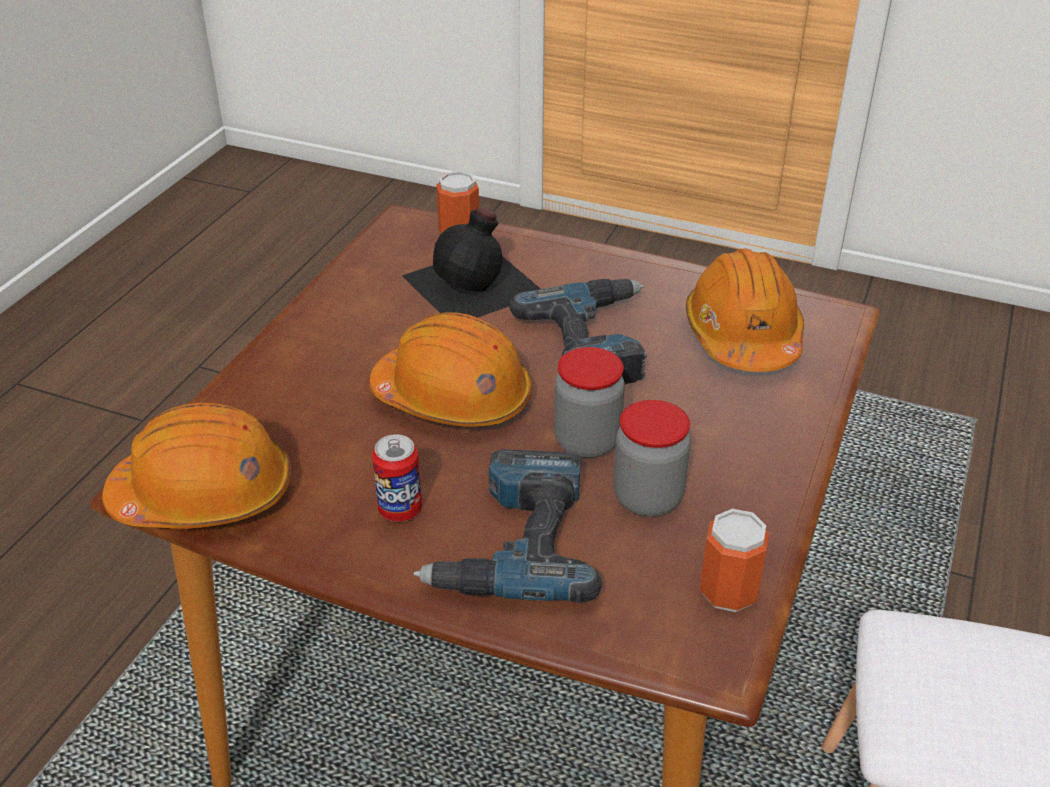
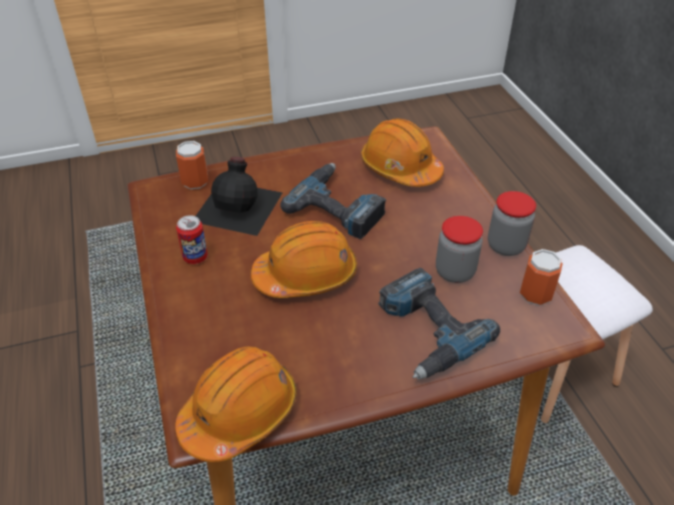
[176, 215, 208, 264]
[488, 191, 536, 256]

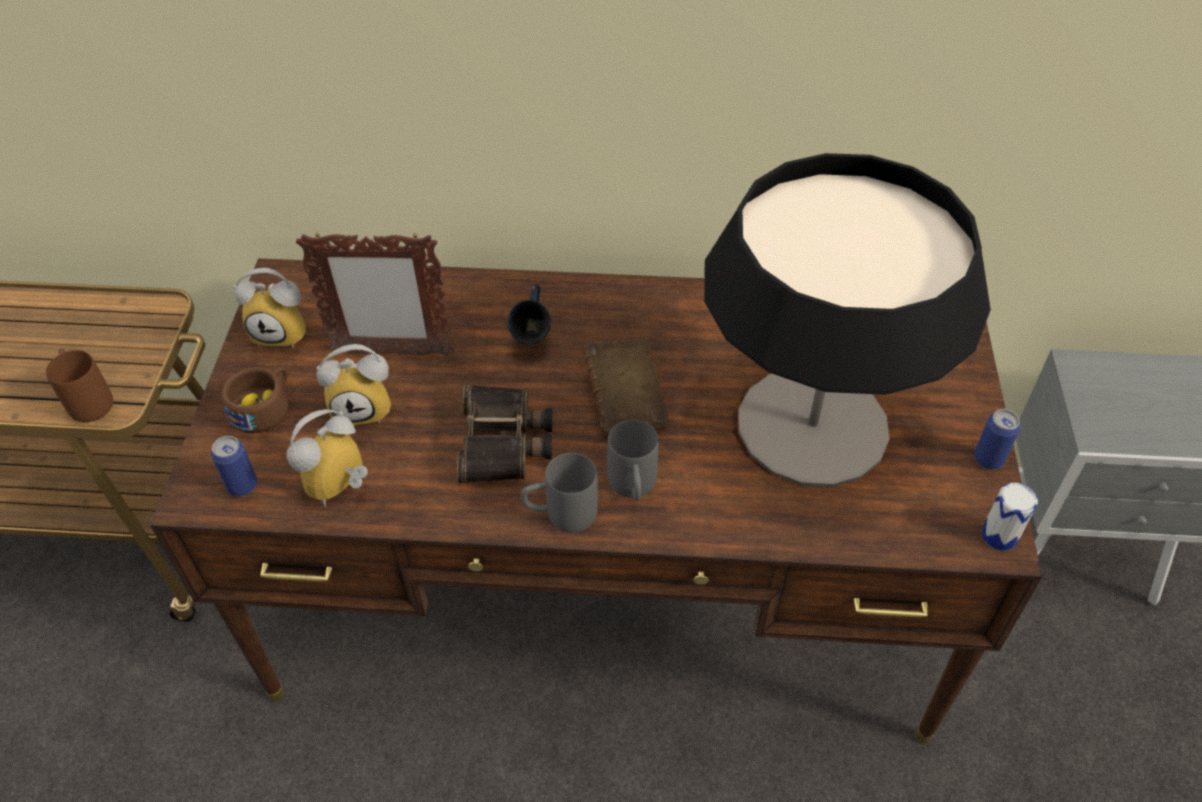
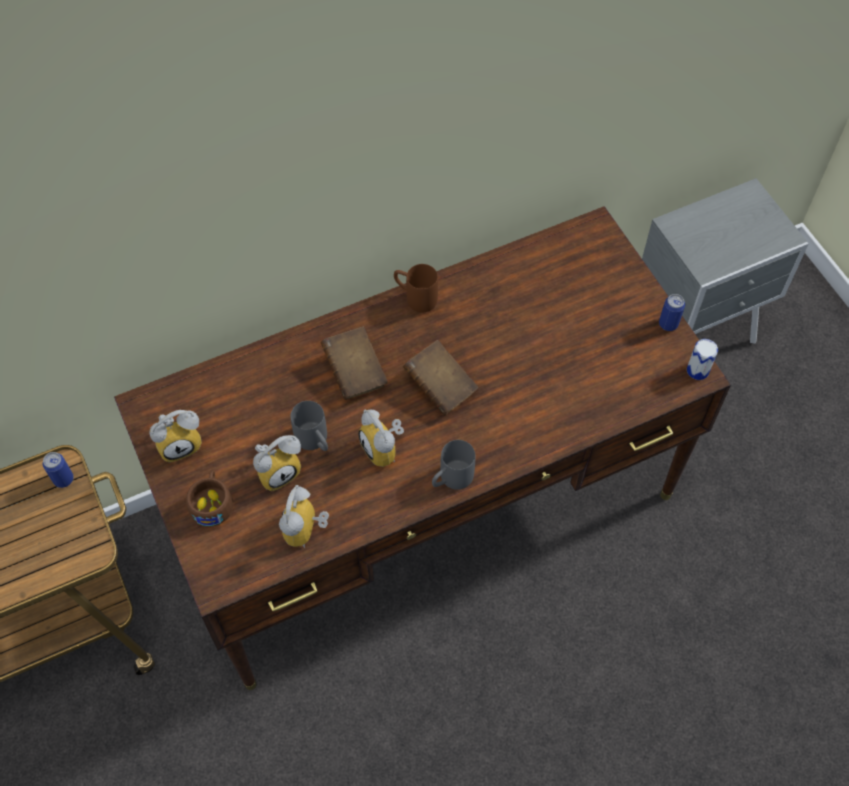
[43, 452, 74, 488]
[291, 401, 328, 451]
[321, 327, 388, 400]
[358, 410, 404, 467]
[394, 264, 438, 313]
[296, 232, 454, 356] (first image)
[704, 153, 991, 487] (first image)

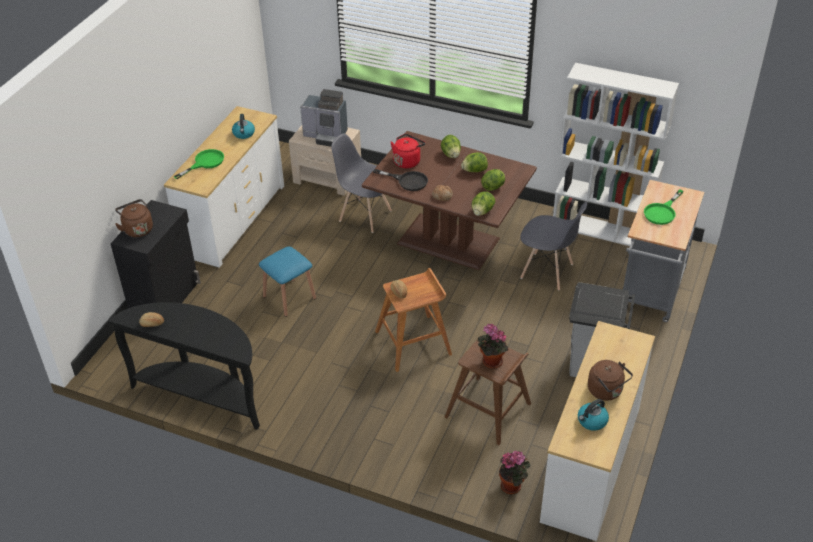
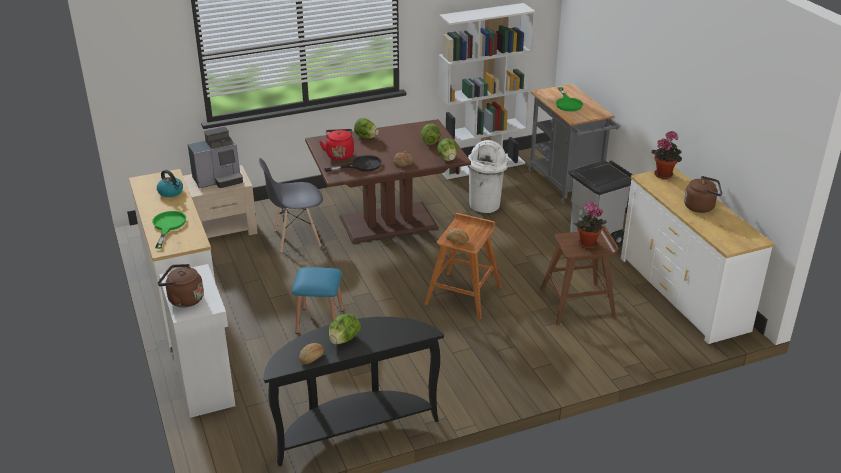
[159, 264, 235, 418]
[329, 313, 361, 344]
[468, 140, 508, 213]
[652, 131, 682, 179]
[578, 399, 609, 431] (first image)

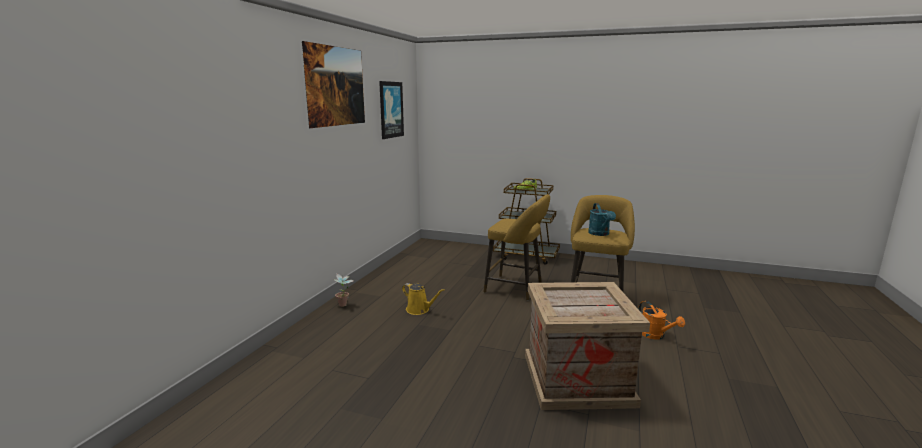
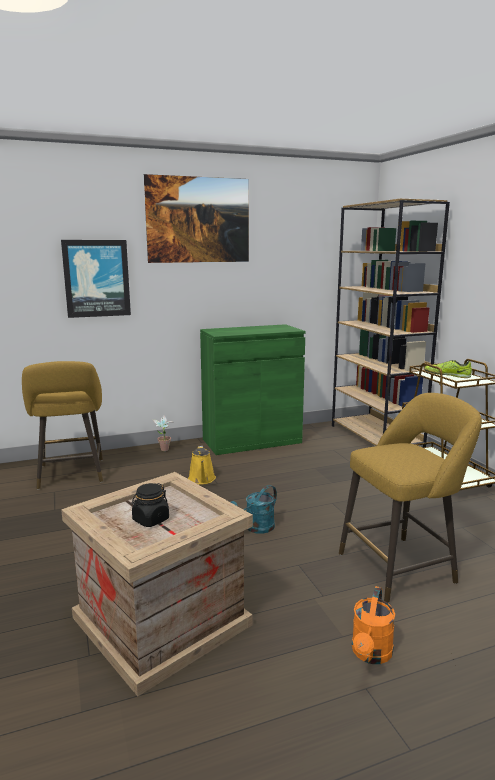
[22, 361, 103, 490]
[61, 240, 131, 318]
[132, 483, 169, 527]
[200, 324, 306, 455]
[231, 485, 277, 534]
[332, 198, 450, 448]

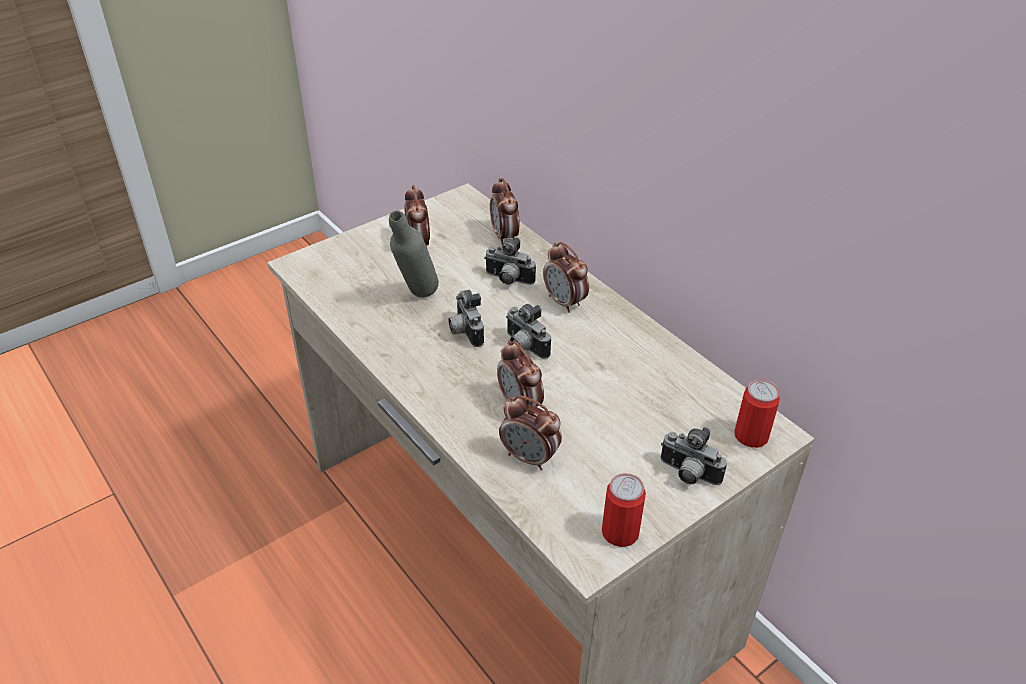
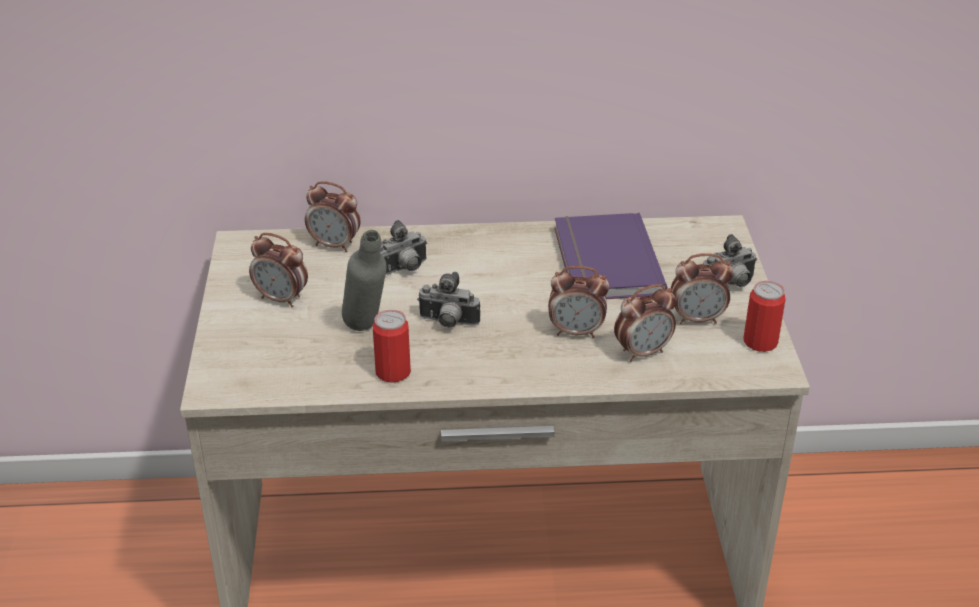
[373, 310, 411, 383]
[554, 213, 668, 299]
[671, 253, 733, 324]
[506, 304, 551, 359] (first image)

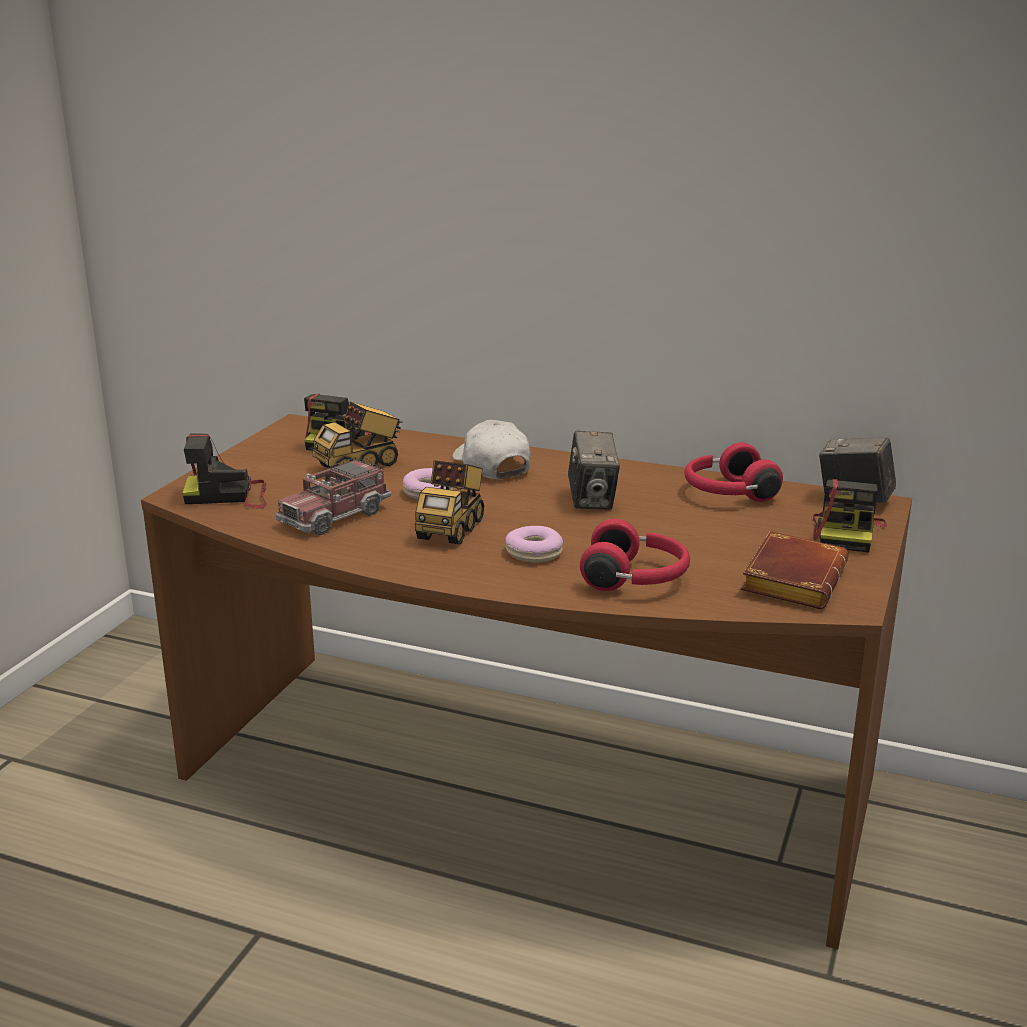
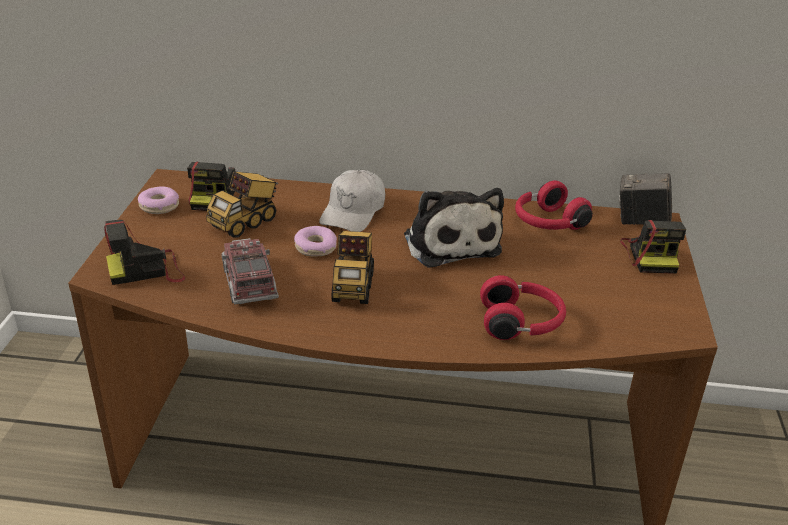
[138, 187, 179, 214]
[221, 238, 279, 304]
[319, 170, 385, 232]
[404, 188, 504, 268]
[741, 531, 848, 609] (first image)

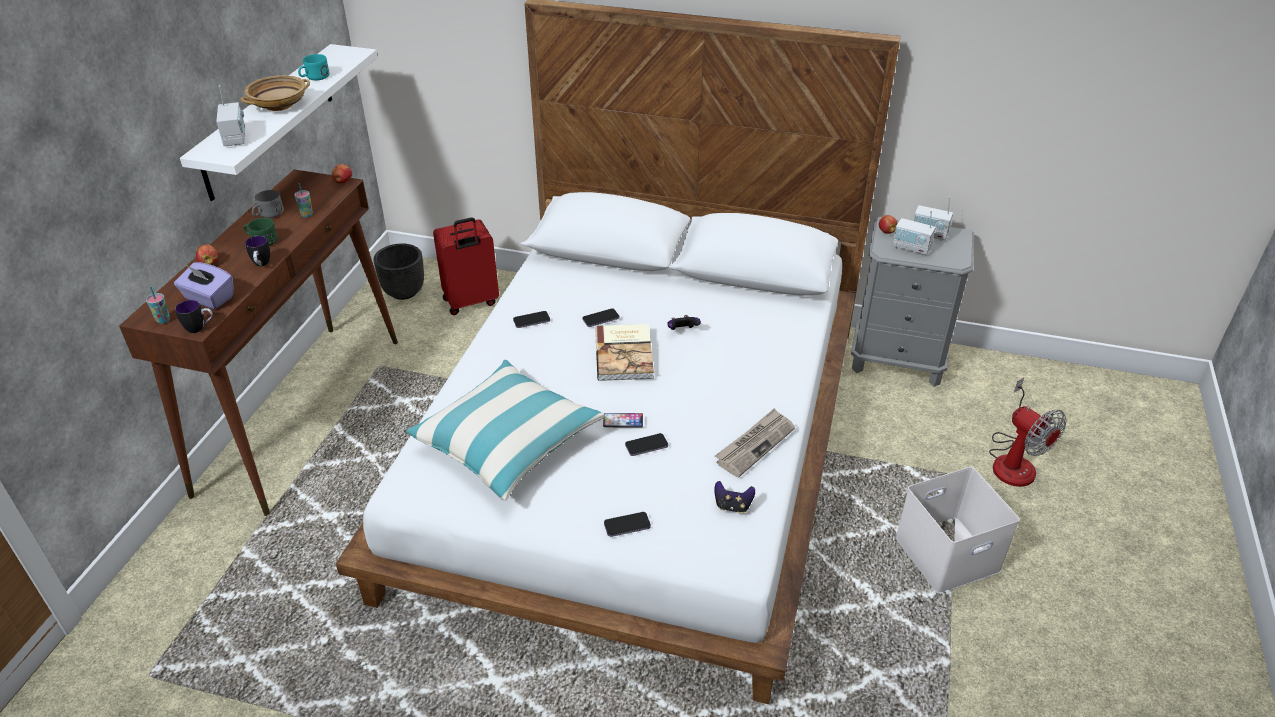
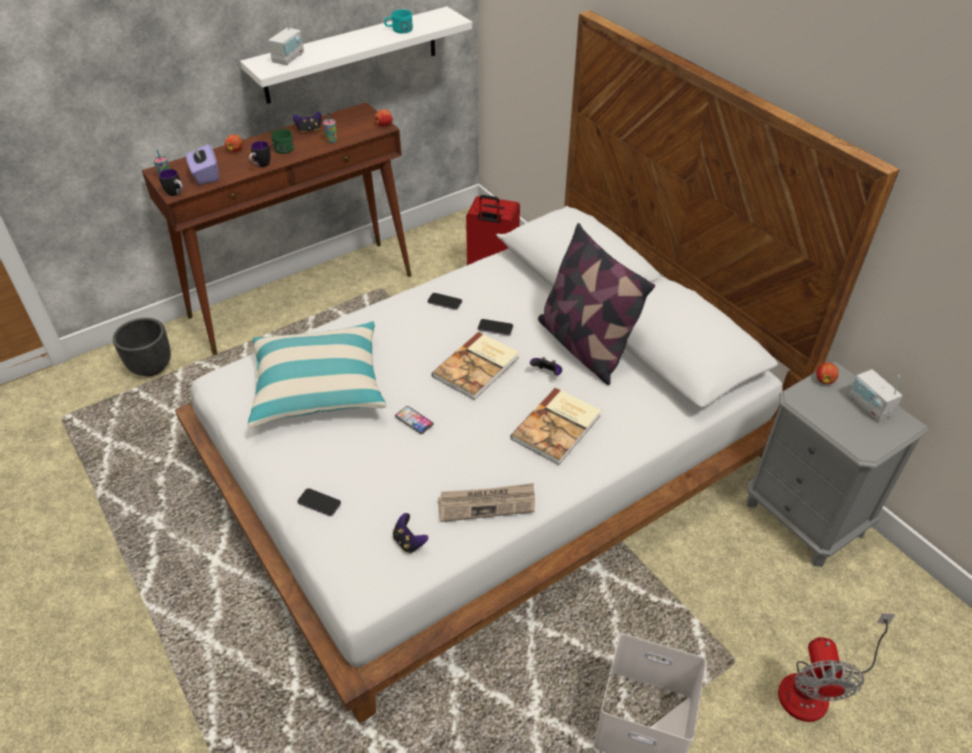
[113, 318, 171, 376]
[293, 112, 322, 133]
[510, 388, 601, 465]
[538, 223, 655, 385]
[241, 75, 310, 111] (first image)
[625, 433, 668, 456] (first image)
[892, 211, 936, 255] (first image)

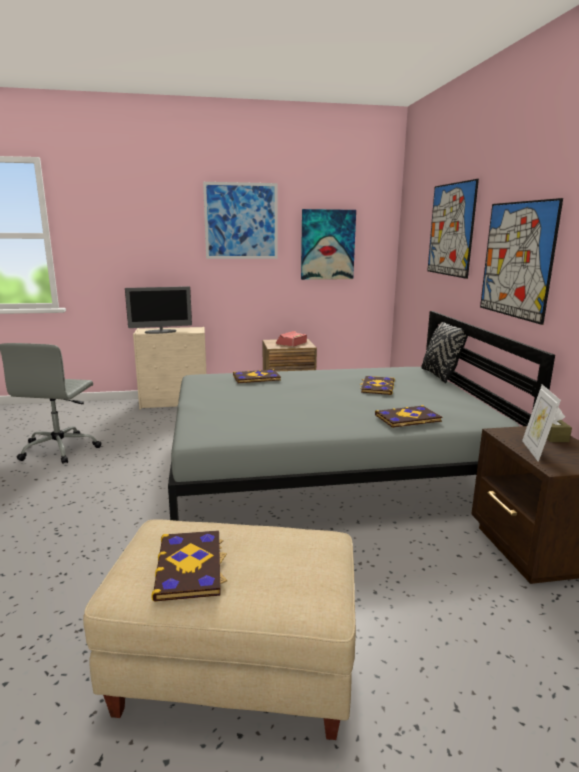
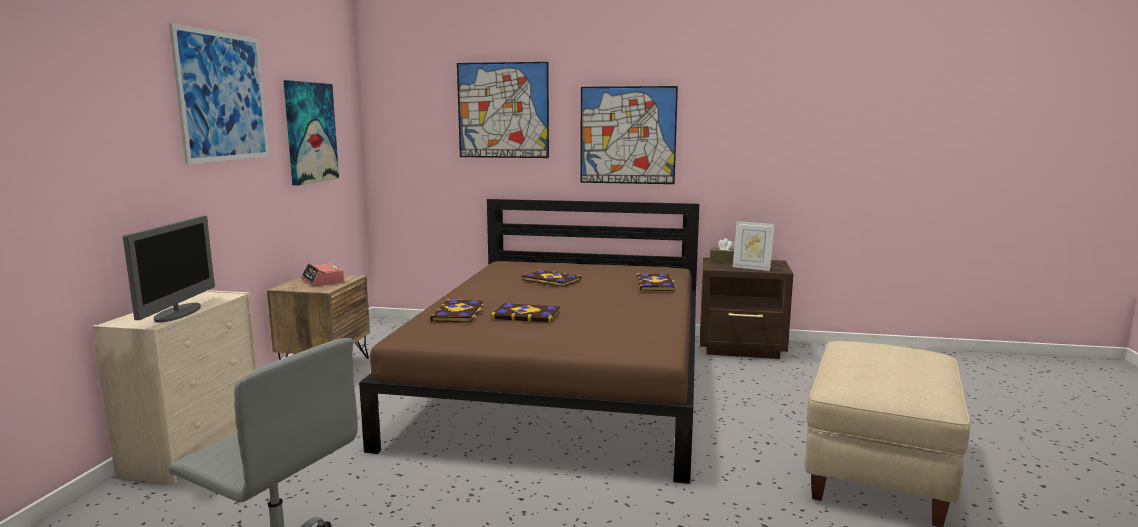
[359, 199, 699, 484]
[491, 303, 560, 323]
[421, 322, 468, 383] (first image)

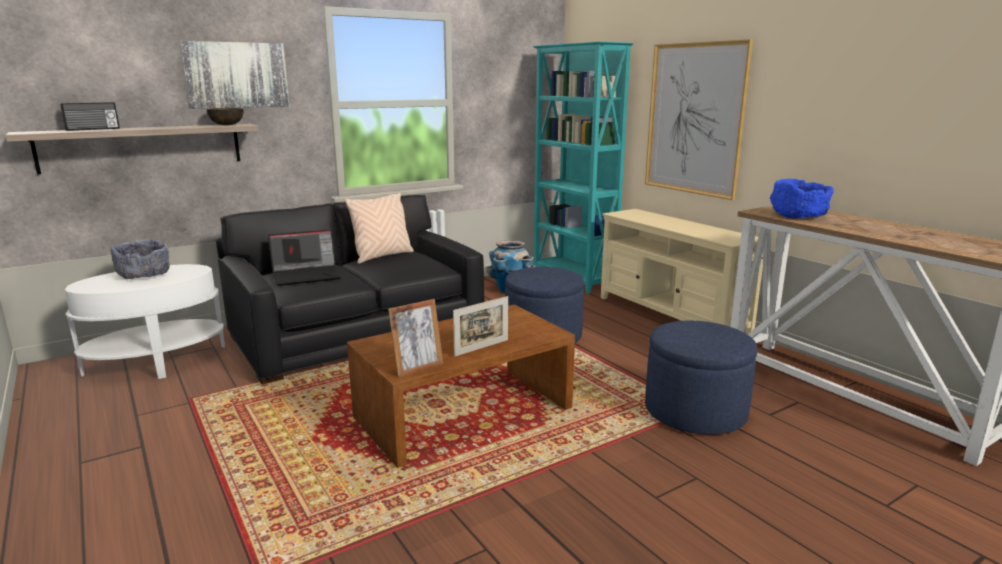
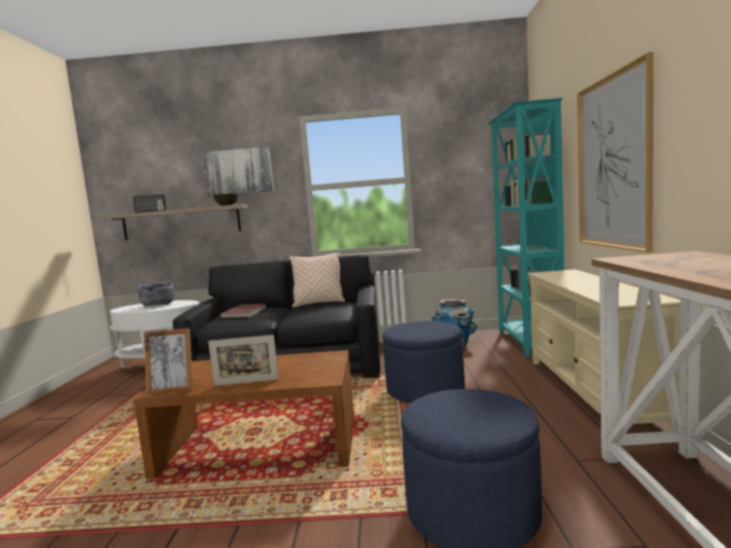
[220, 304, 266, 318]
[770, 179, 834, 219] (first image)

